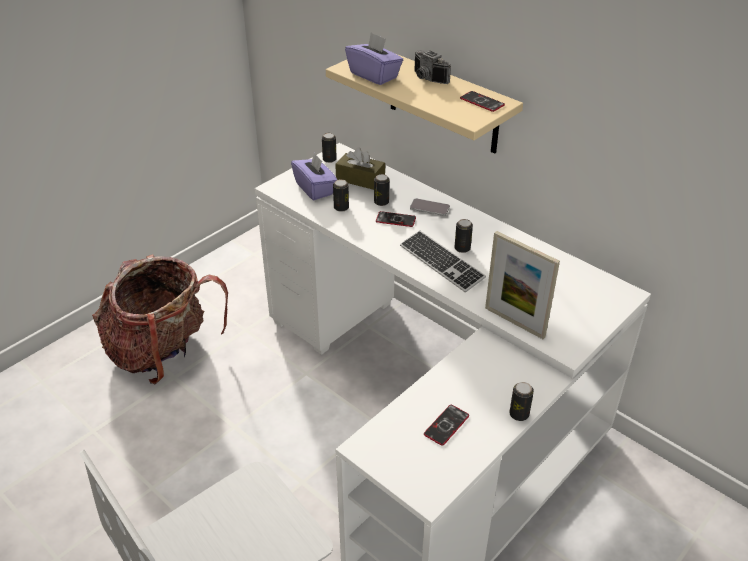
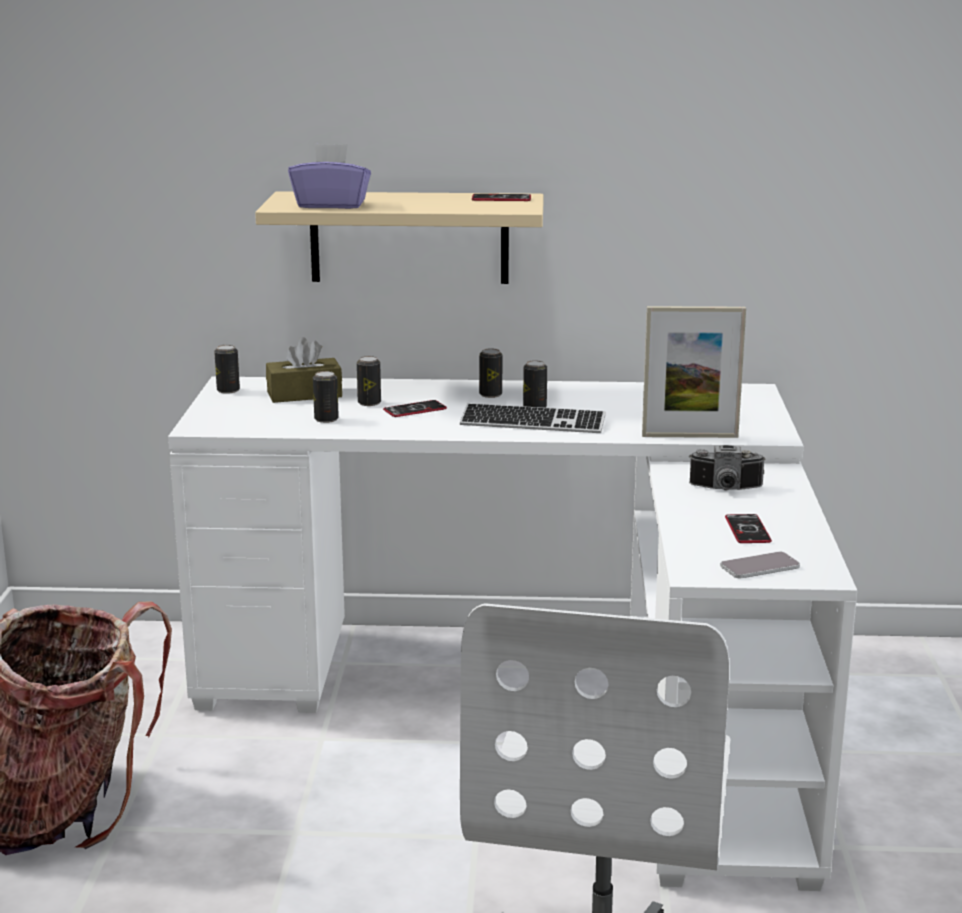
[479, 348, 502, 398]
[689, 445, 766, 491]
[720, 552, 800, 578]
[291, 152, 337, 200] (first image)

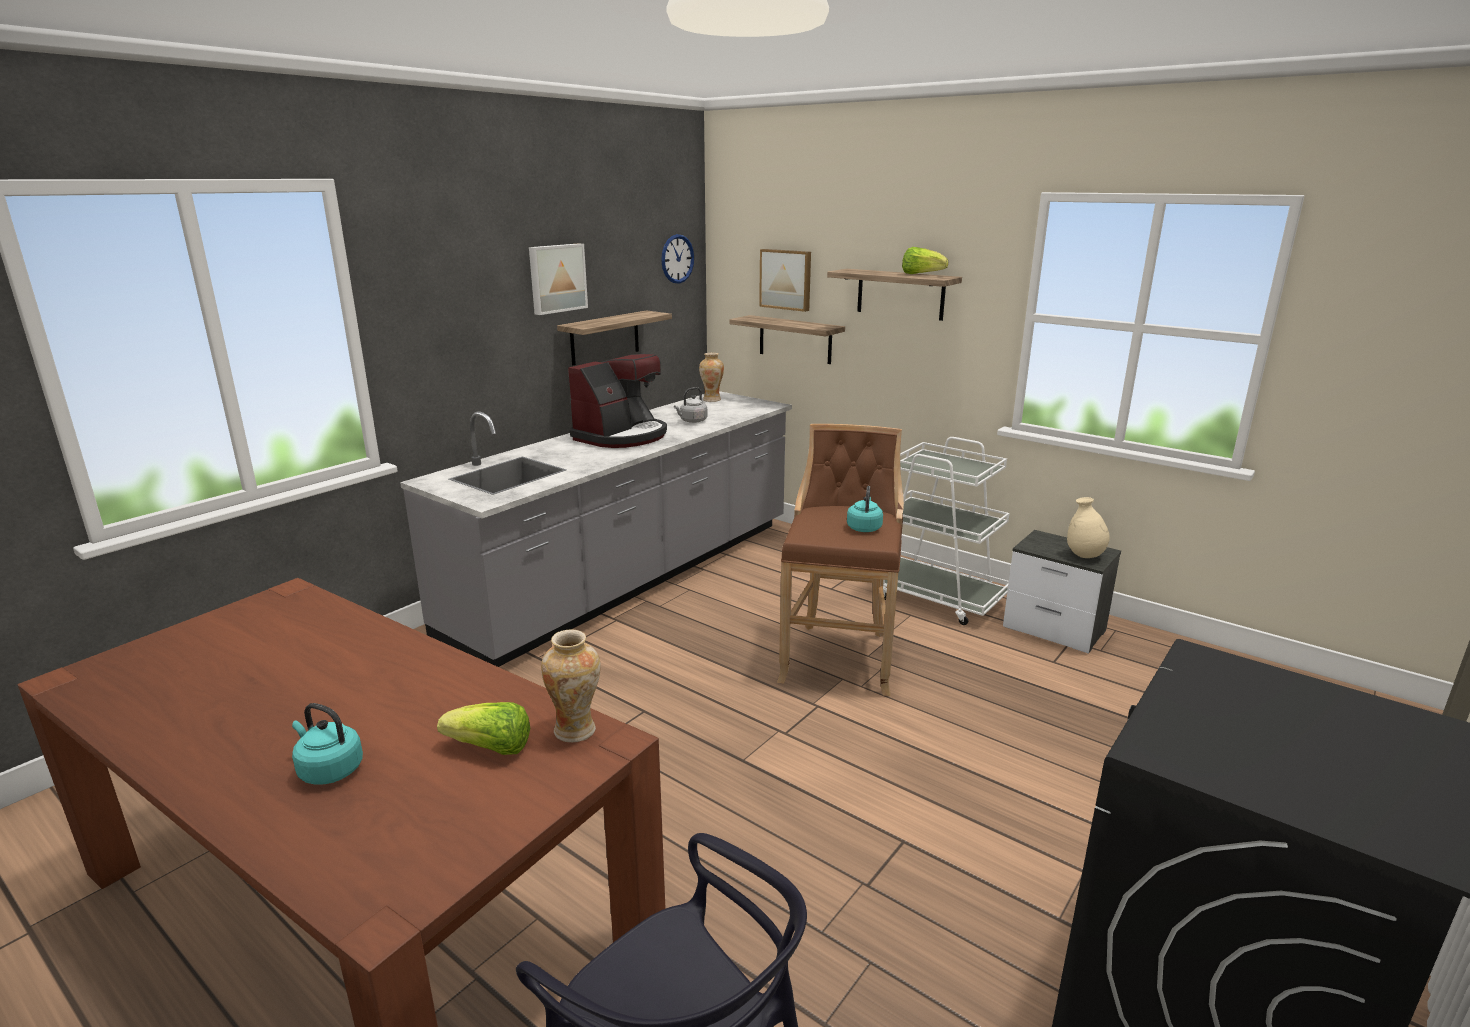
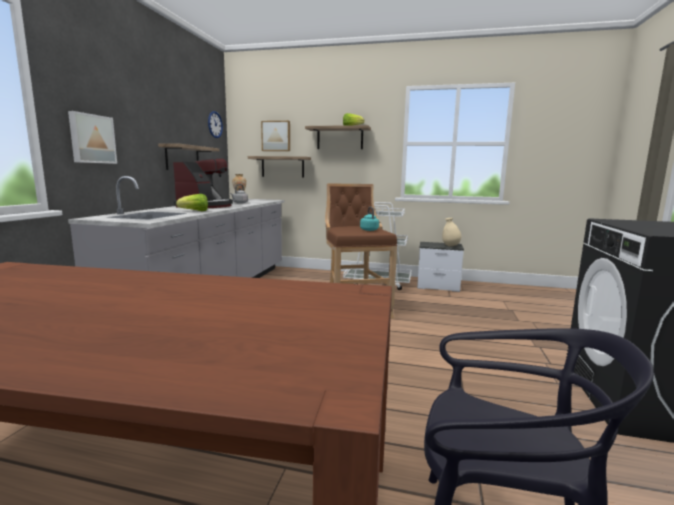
[68, 111, 117, 164]
[176, 194, 208, 211]
[292, 703, 363, 784] (first image)
[541, 630, 601, 742] (first image)

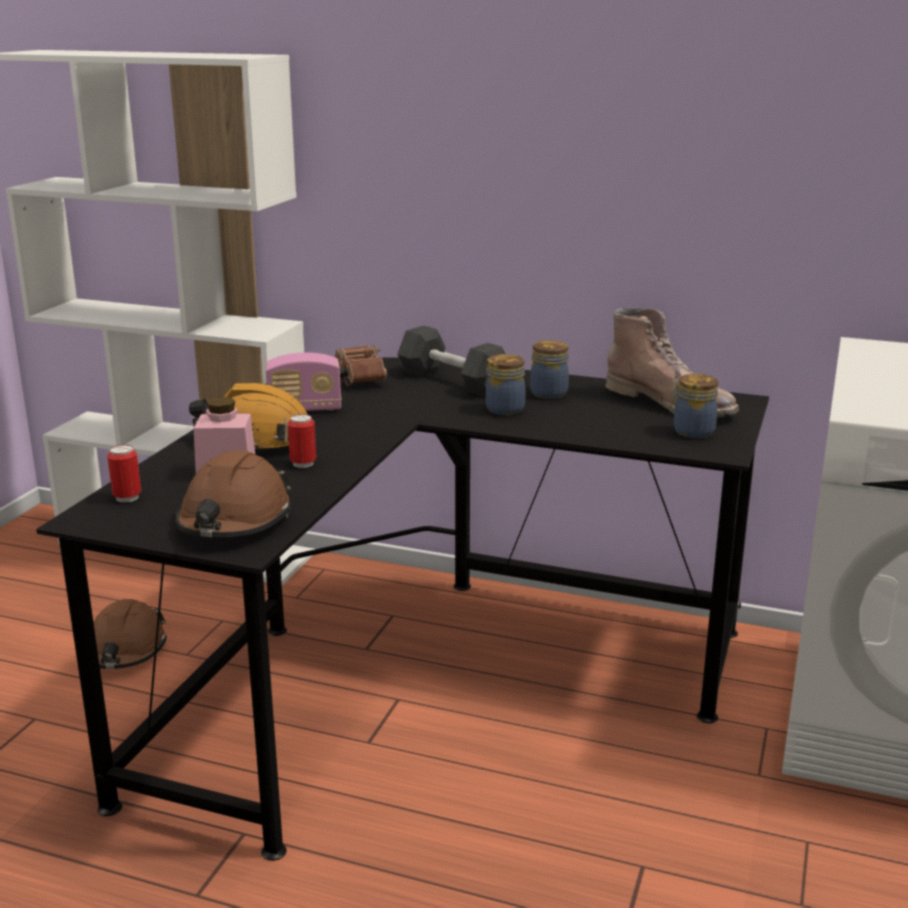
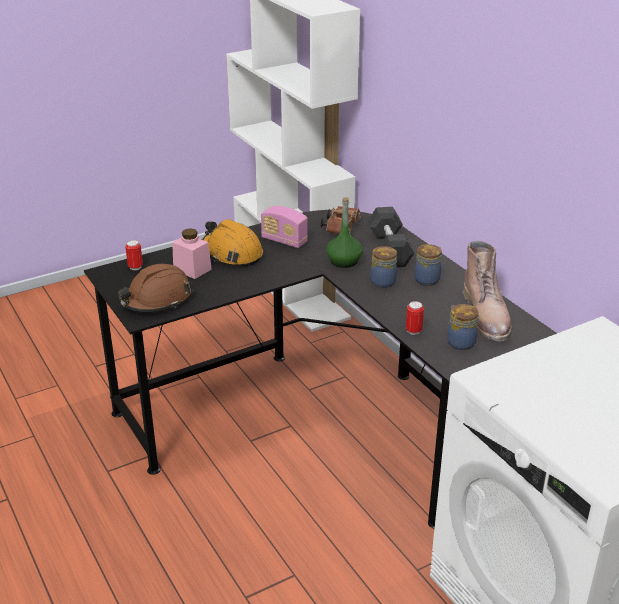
[326, 197, 363, 268]
[406, 301, 424, 335]
[93, 599, 167, 669] (first image)

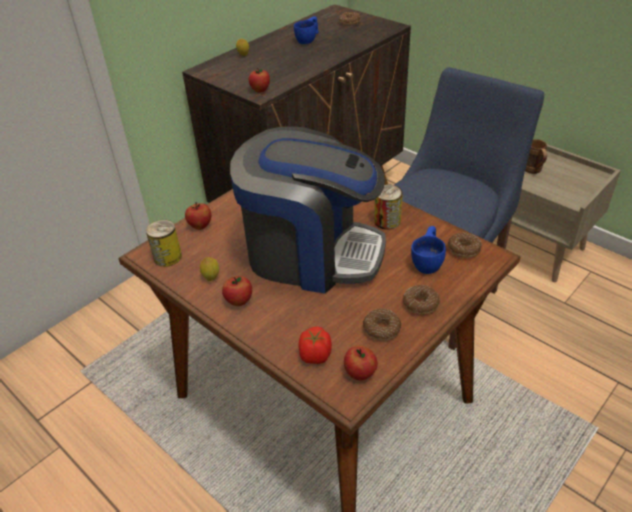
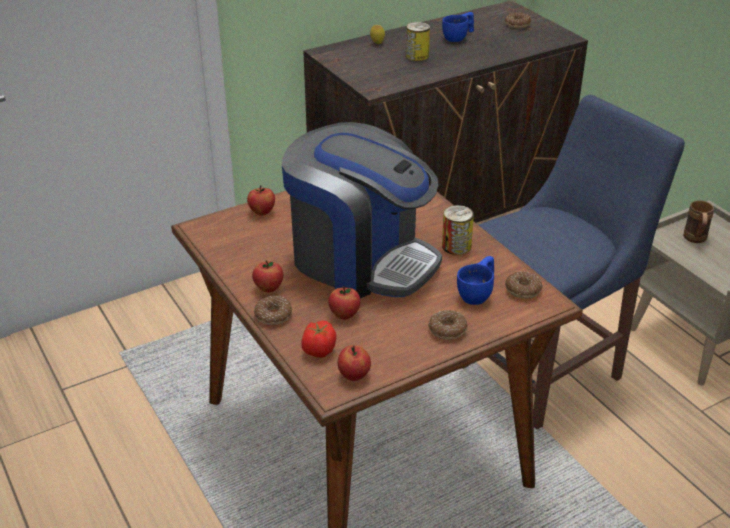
[254, 296, 292, 325]
[328, 286, 360, 319]
[406, 22, 430, 61]
[200, 257, 219, 281] (first image)

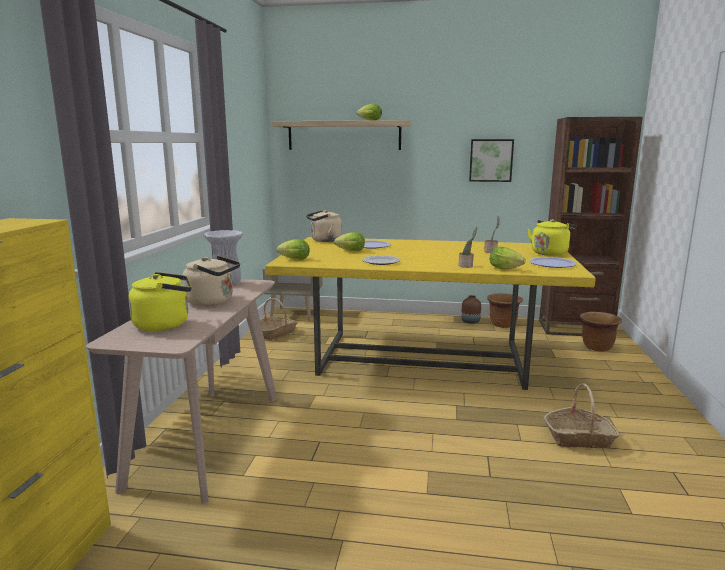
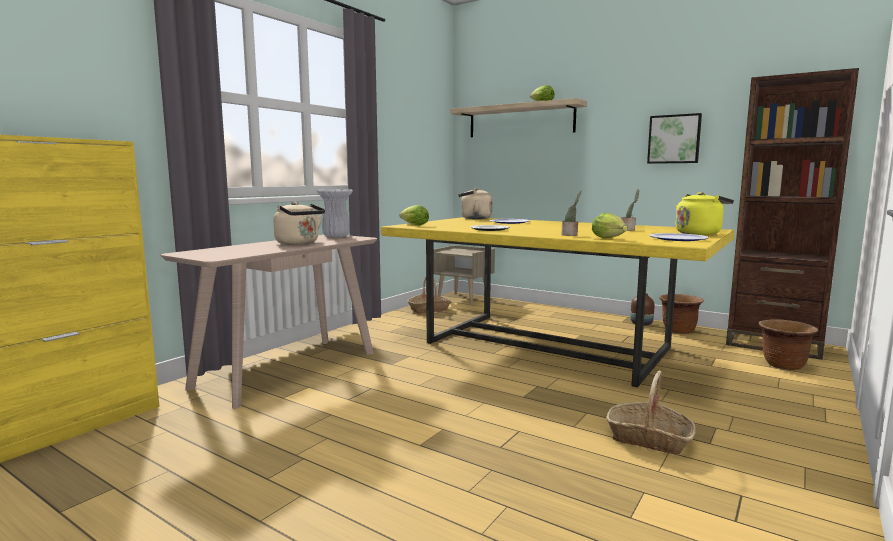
[128, 272, 192, 331] (first image)
[334, 232, 365, 251] (first image)

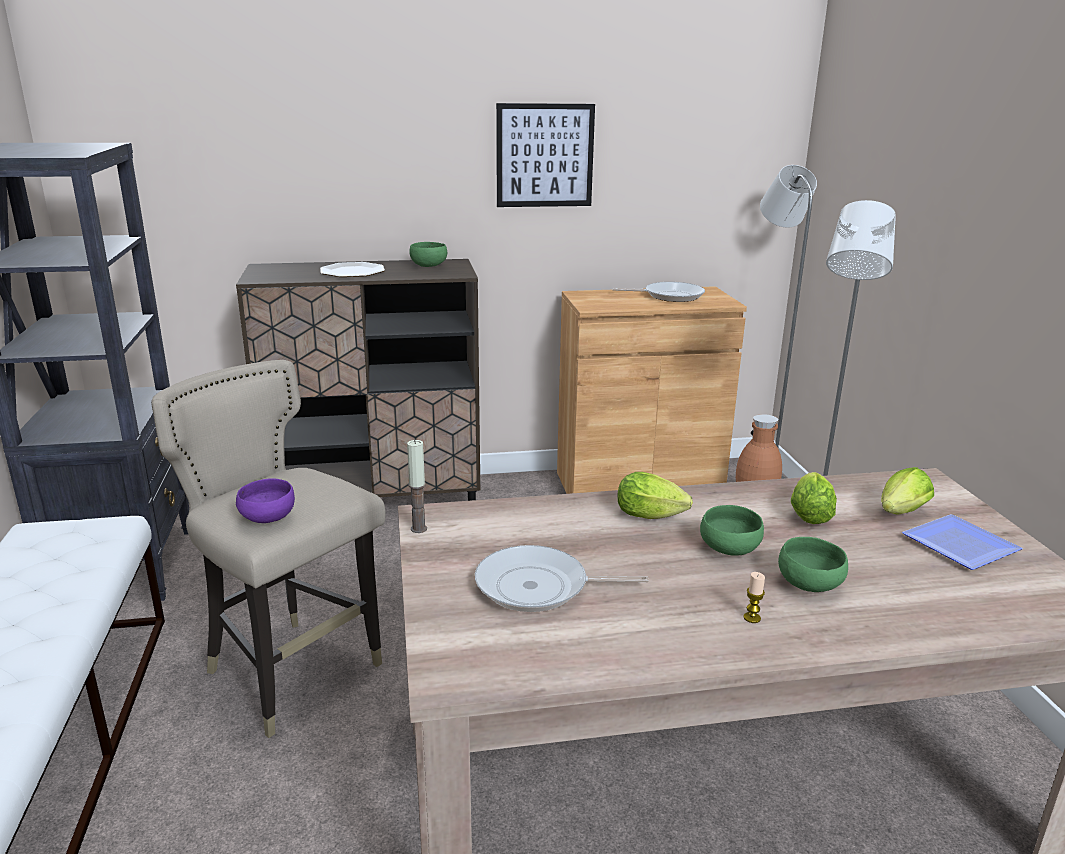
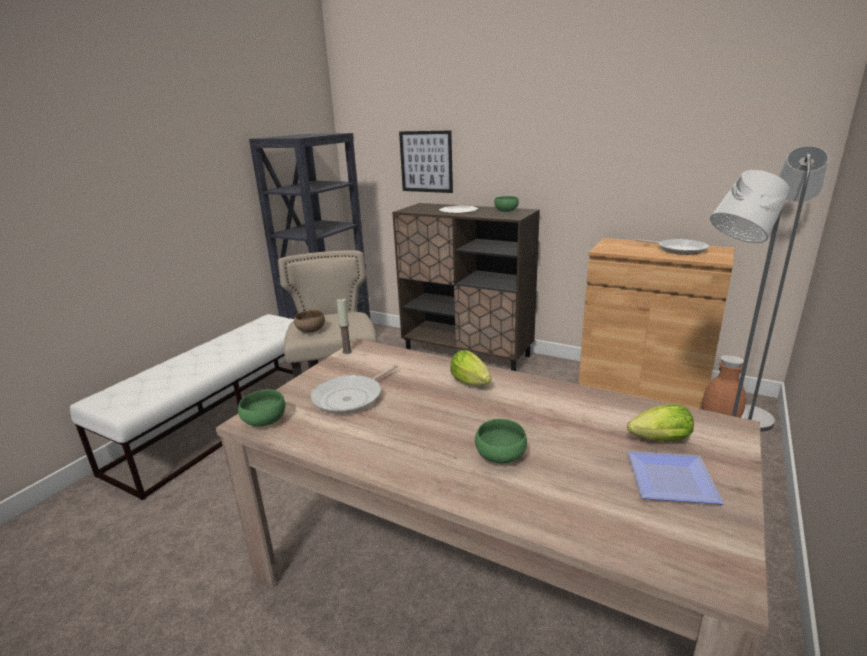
[238, 389, 285, 427]
[294, 310, 325, 332]
[311, 365, 398, 414]
[399, 130, 453, 193]
[743, 572, 765, 623] (first image)
[791, 472, 837, 524] (first image)

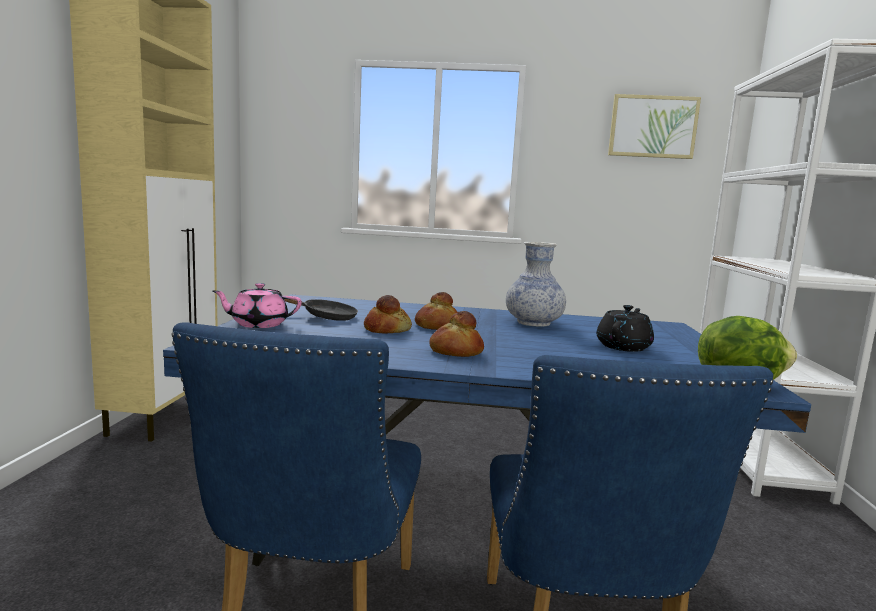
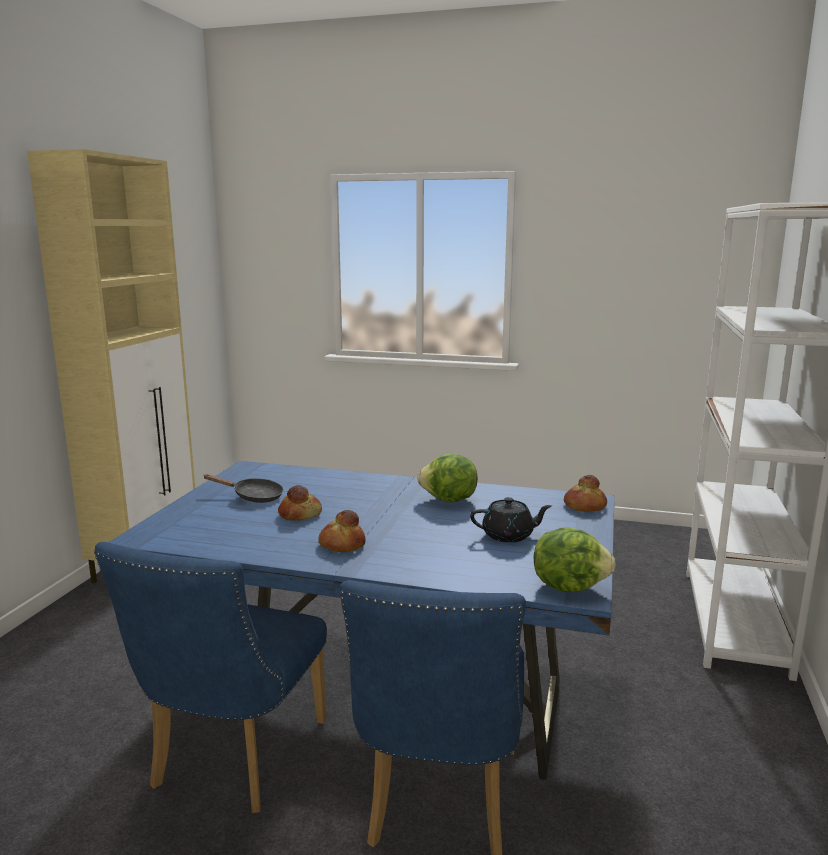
[417, 454, 478, 502]
[470, 497, 552, 543]
[564, 475, 607, 512]
[213, 283, 302, 328] (first image)
[608, 94, 701, 159] (first image)

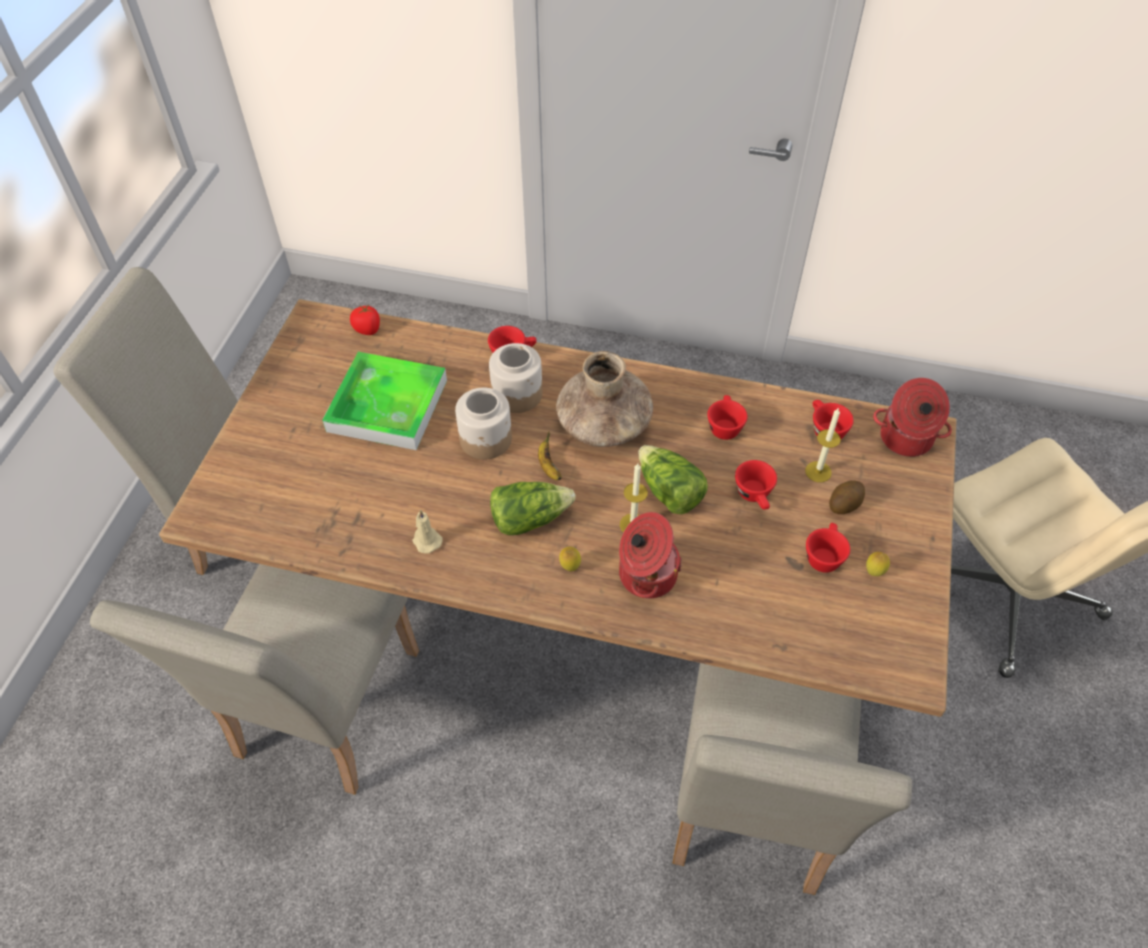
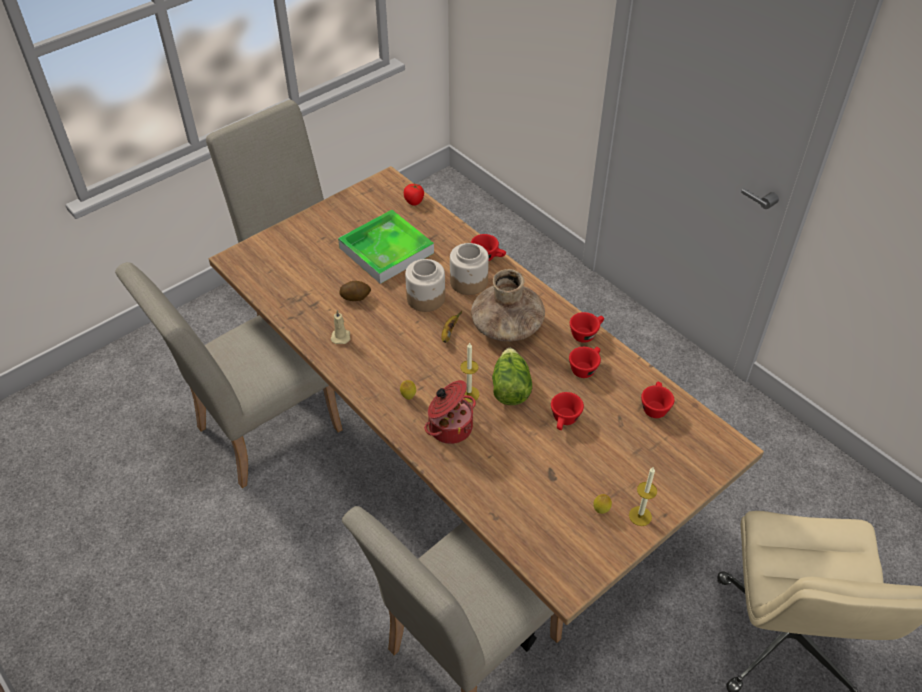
[340, 281, 371, 301]
[570, 312, 604, 343]
[629, 467, 657, 526]
[490, 482, 576, 535] (first image)
[873, 378, 952, 457] (first image)

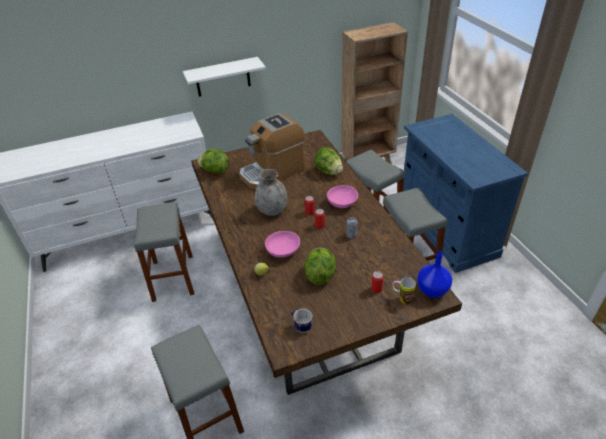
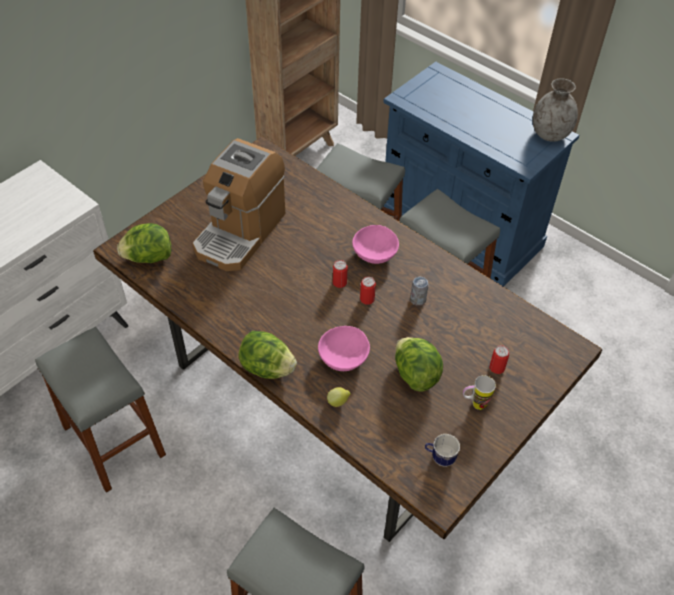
[238, 331, 297, 379]
[463, 375, 496, 410]
[532, 78, 578, 142]
[183, 57, 266, 97] (first image)
[417, 251, 452, 298] (first image)

